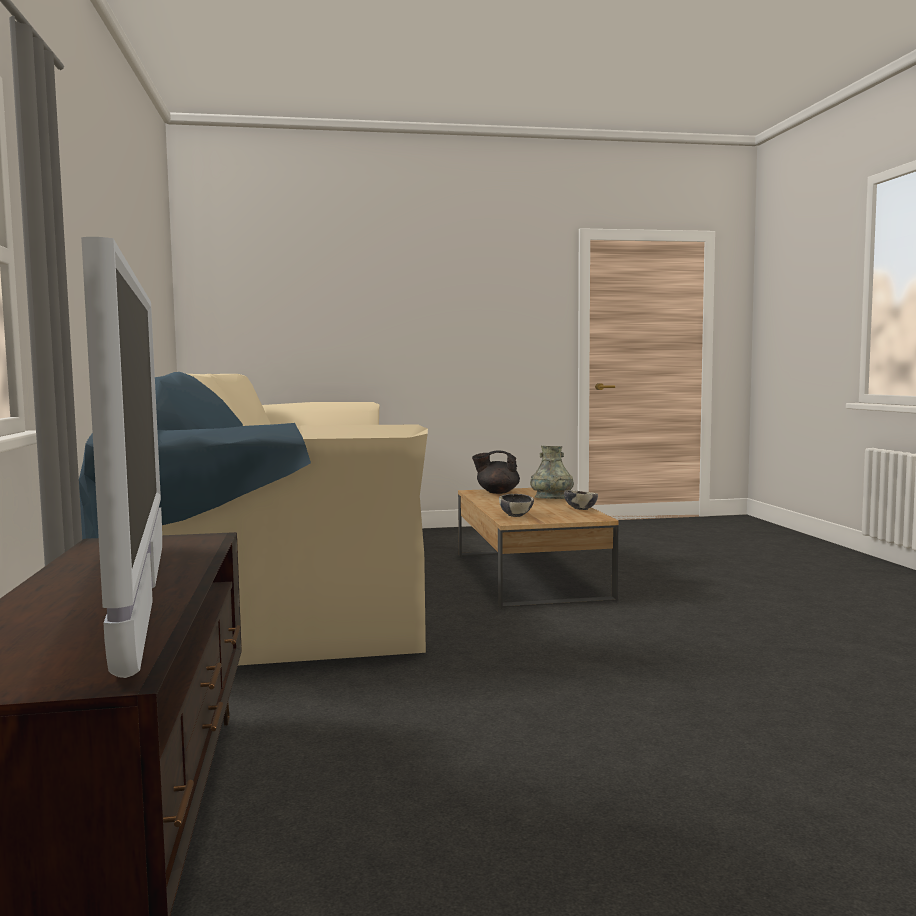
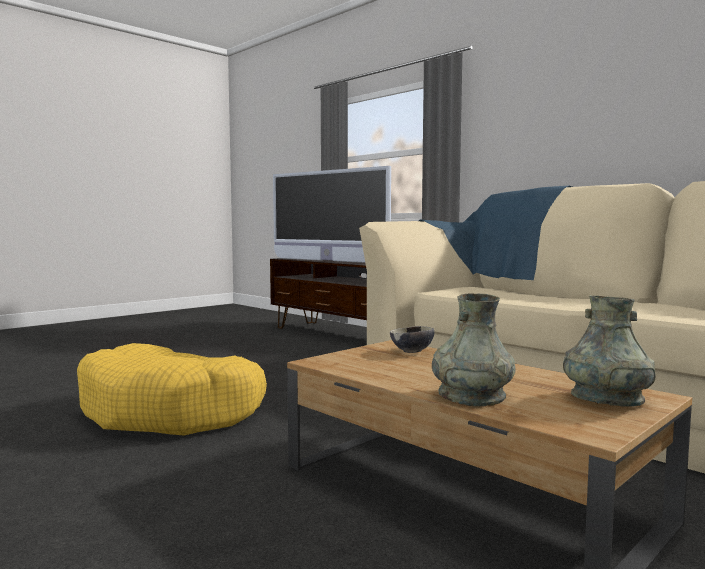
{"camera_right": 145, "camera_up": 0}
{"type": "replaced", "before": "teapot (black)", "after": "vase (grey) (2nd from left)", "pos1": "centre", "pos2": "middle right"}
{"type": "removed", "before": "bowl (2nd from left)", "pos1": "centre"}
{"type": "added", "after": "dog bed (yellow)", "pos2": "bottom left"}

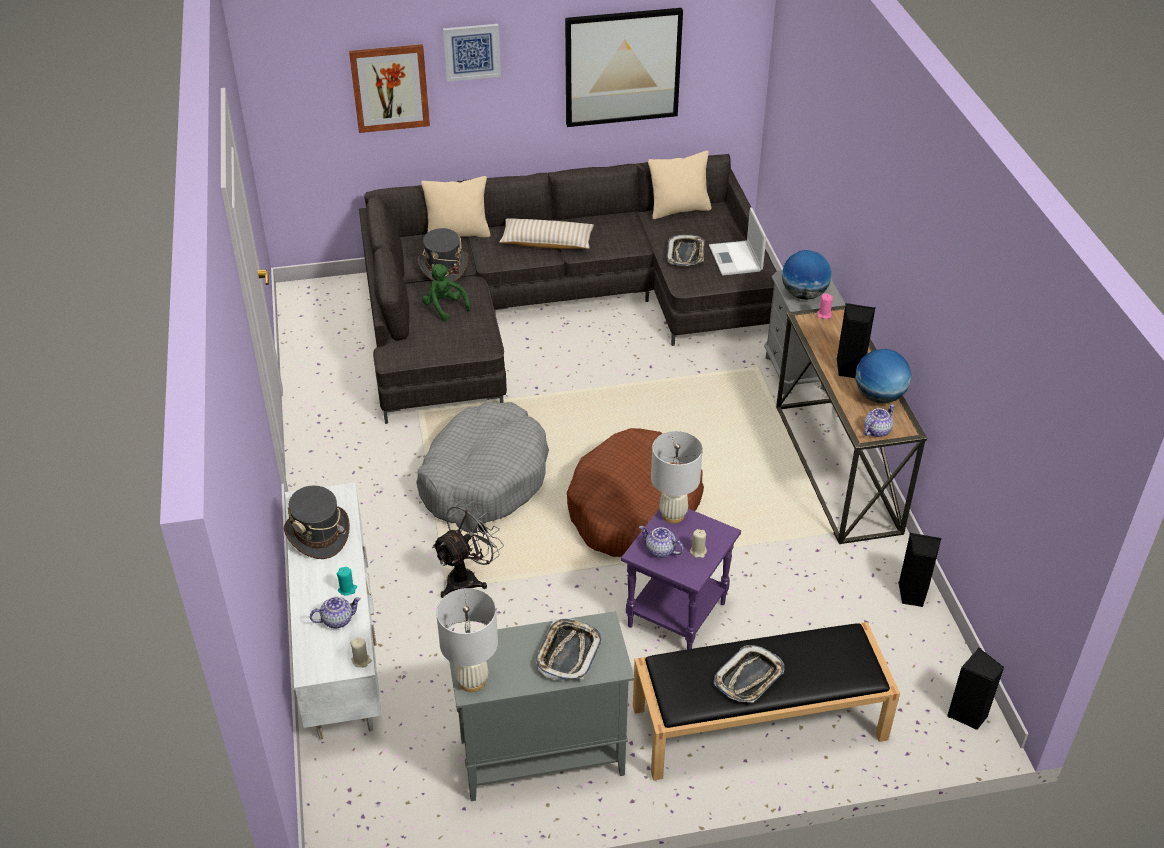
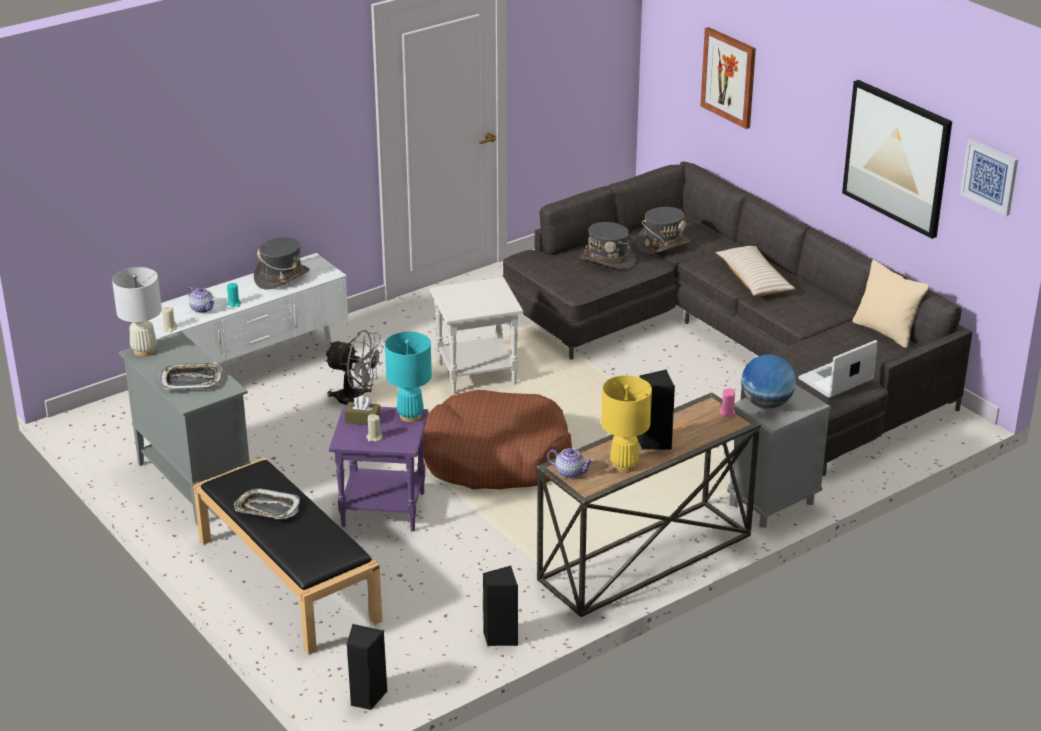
{"camera_right": 65, "camera_up": -10}
{"type": "moved", "before": "picture (2nd from left in the first image)", "after": "picture (3rd from left)", "pos1": "top centre", "pos2": "top right"}
{"type": "removed", "before": "pillow (beige) (1st from left)", "pos1": "top centre"}
{"type": "removed", "before": "tray (2nd from left)", "pos1": "top centre"}
{"type": "replaced", "before": "plush toy (green)", "after": "hat (grey) (2nd from left)", "pos1": "centre", "pos2": "centre"}
{"type": "replaced", "before": "globe (2nd from left)", "after": "table lamp (yellow)", "pos1": "middle right", "pos2": "centre"}
{"type": "replaced", "before": "dog bed (grey)", "after": "side table (white)", "pos1": "centre", "pos2": "centre"}
{"type": "recoloured", "before": "table lamp (white) (2nd from left)", "after": "table lamp (turquoise)", "pos1": "centre", "pos2": "centre"}
{"type": "replaced", "before": "teapot (2nd from left)", "after": "tissue box (brown)", "pos1": "centre", "pos2": "centre"}

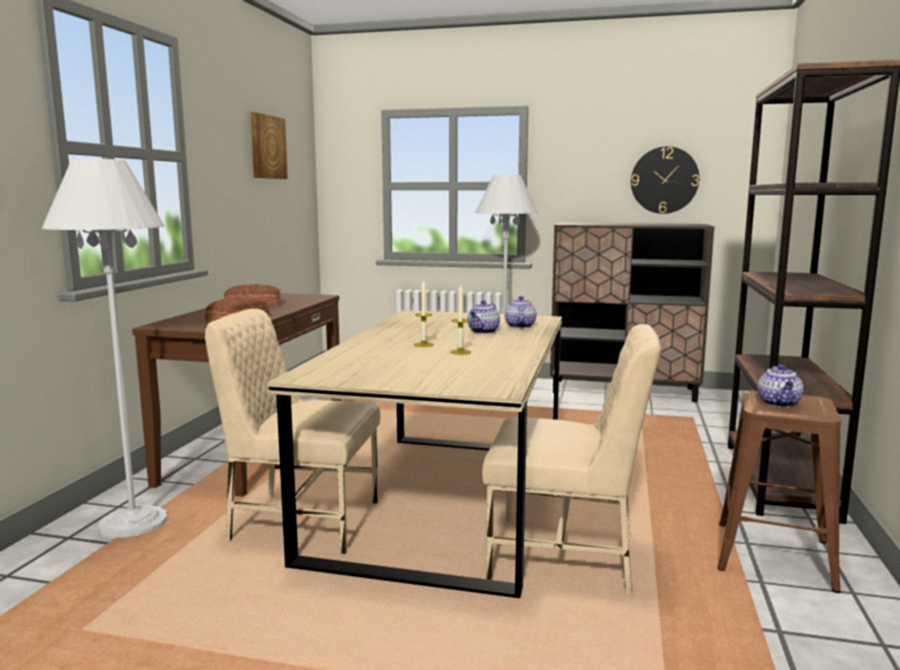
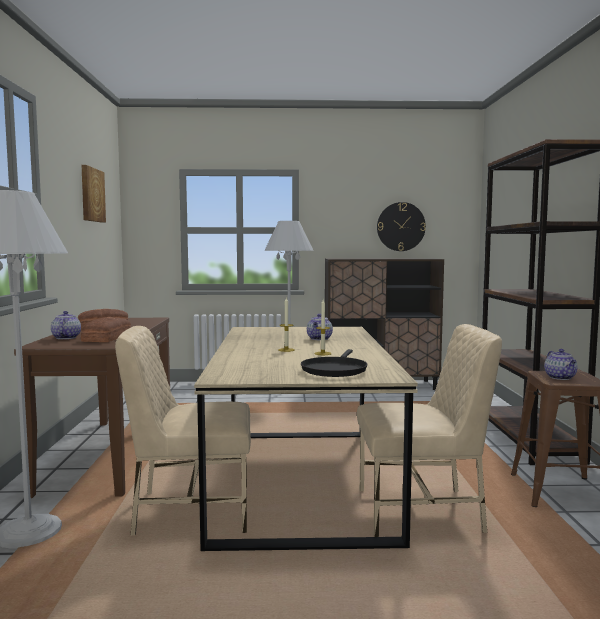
{"camera_right": -15, "camera_up": -5}
{"type": "moved", "before": "teapot (2nd from left in the first image)", "after": "teapot (1st from left)", "pos1": "centre", "pos2": "middle left"}
{"type": "added", "after": "frying pan (black)", "pos2": "centre"}

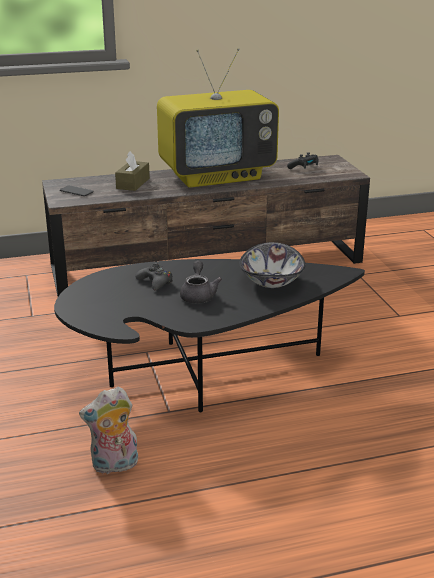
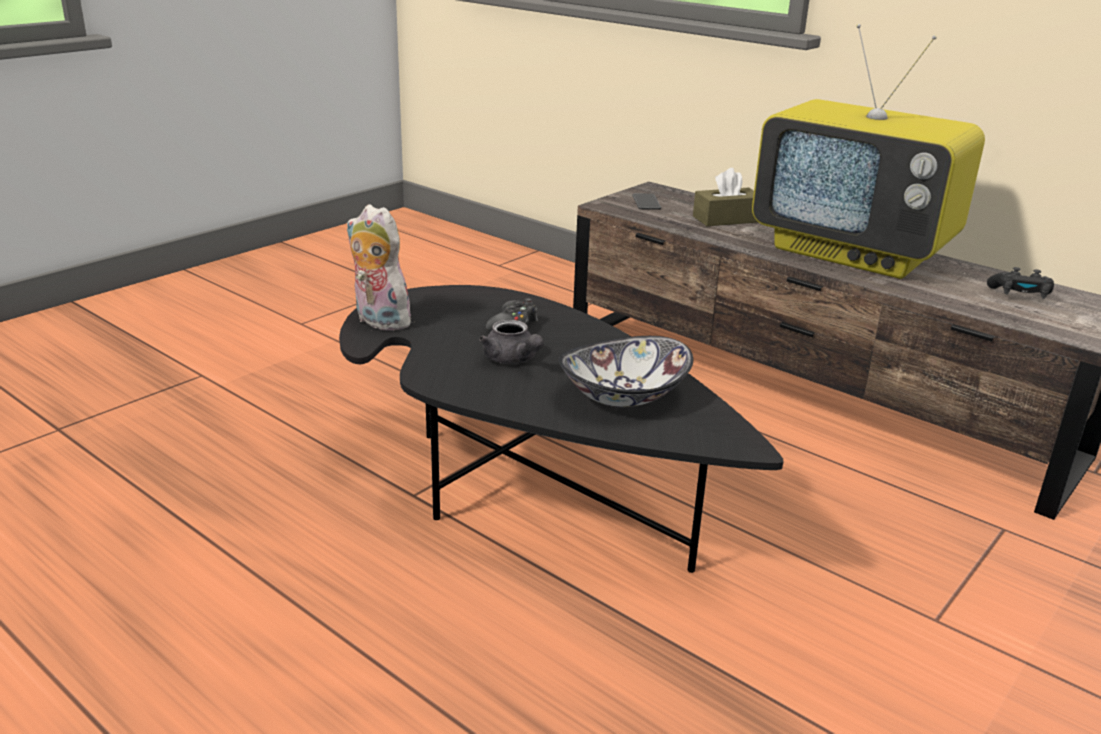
{"camera_right": 55, "camera_up": 0}
{"type": "turned", "before": "teapot (grey)", "pos1": "centre", "pos2": "centre", "turn": 90}
{"type": "moved", "before": "plush toy", "pos1": "bottom left", "pos2": "centre"}

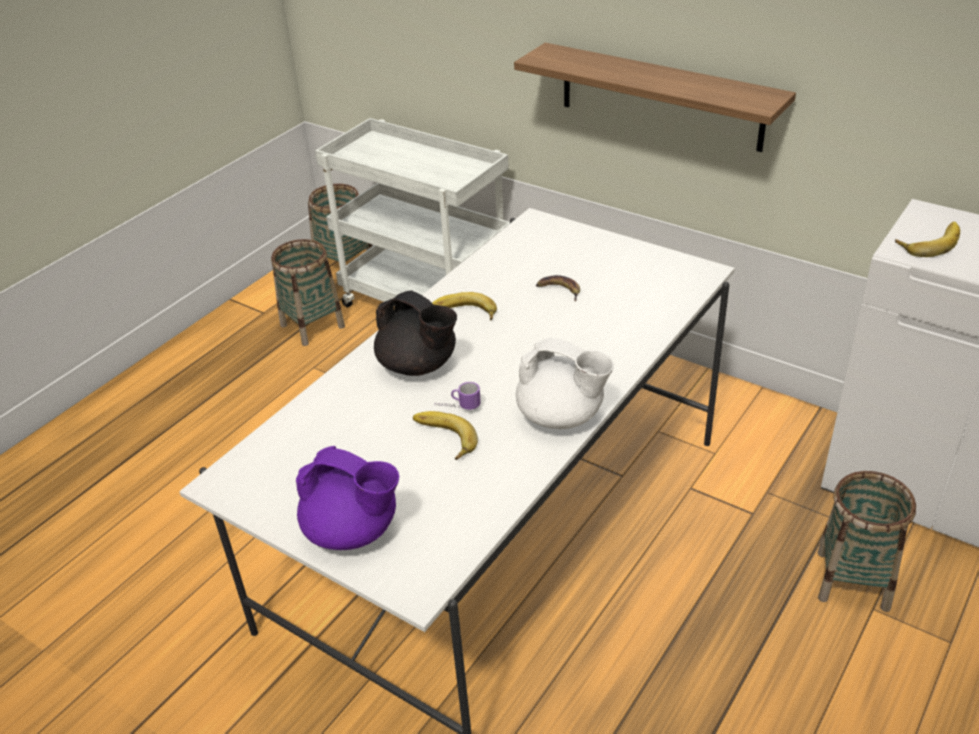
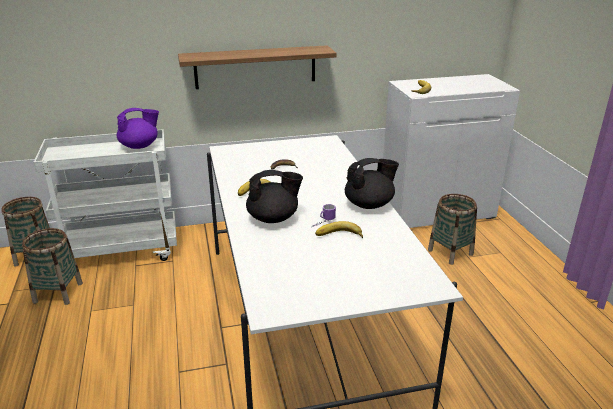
{"camera_right": -50, "camera_up": -10}
{"type": "recoloured", "before": "teapot (white)", "after": "teapot (black) (2nd from left)", "pos1": "centre", "pos2": "centre"}
{"type": "moved", "before": "teapot (purple)", "pos1": "bottom centre", "pos2": "top left"}

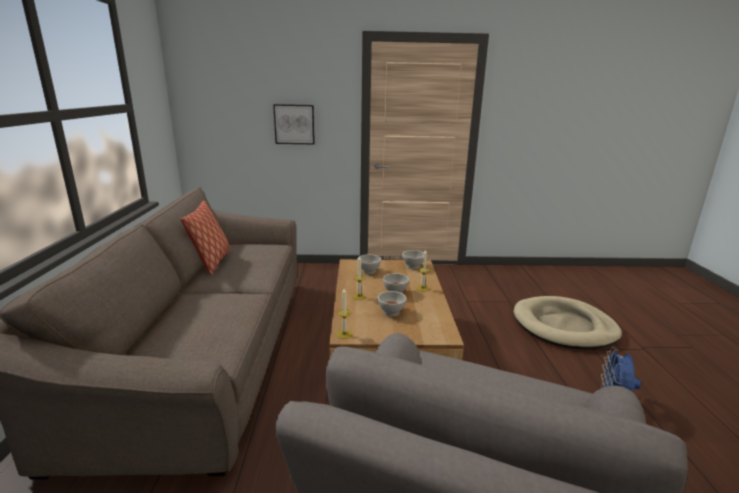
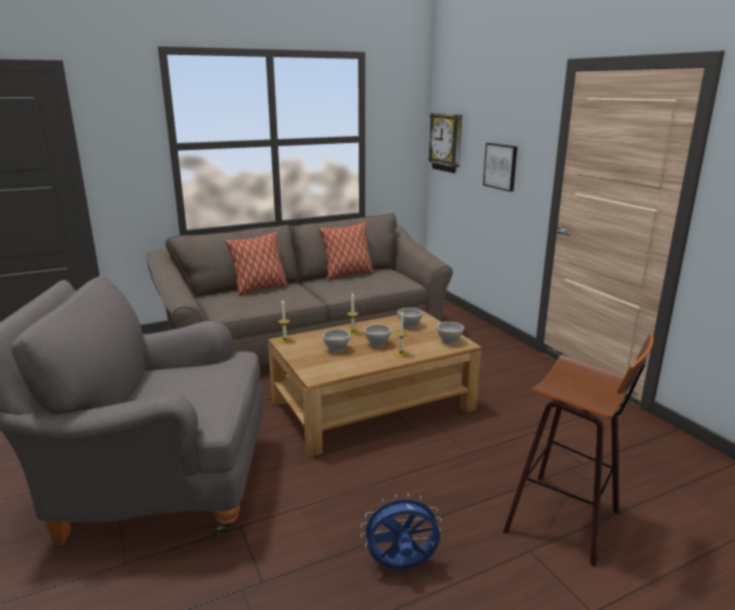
{"camera_right": 65, "camera_up": 0}
{"type": "replaced", "before": "dog bed (beige)", "after": "stool", "pos1": "middle right", "pos2": "bottom right"}
{"type": "added", "after": "wall clock", "pos2": "top centre"}
{"type": "added", "after": "pillow (1st from left)", "pos2": "centre"}

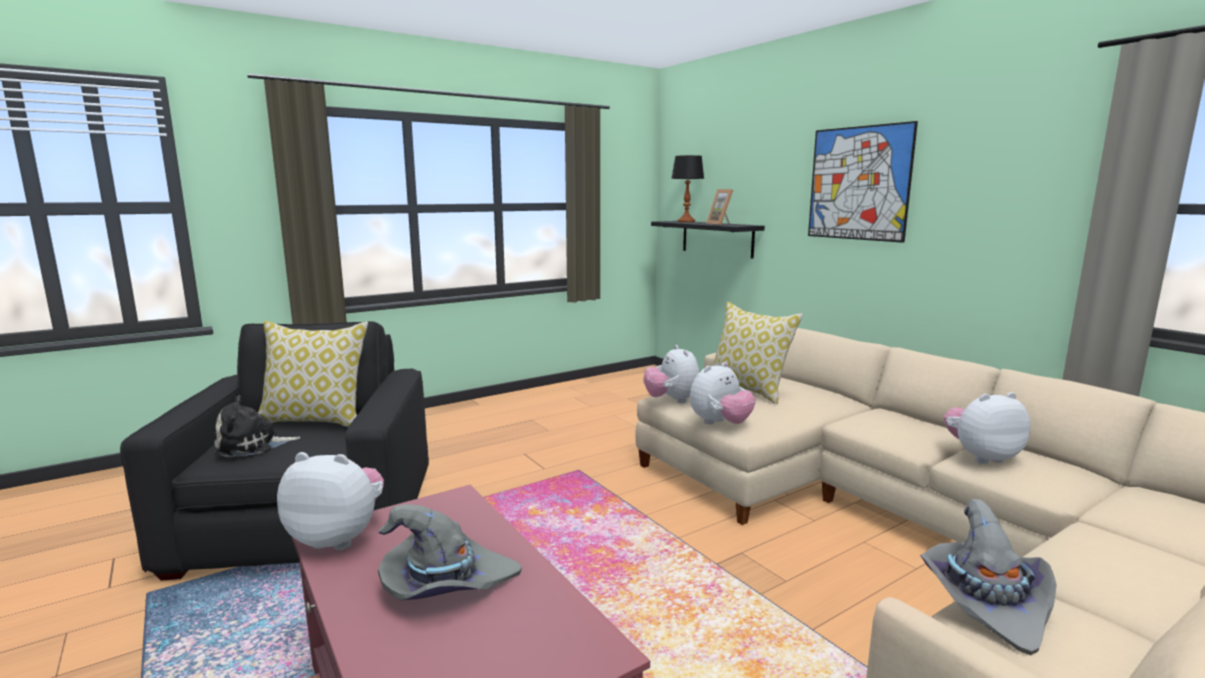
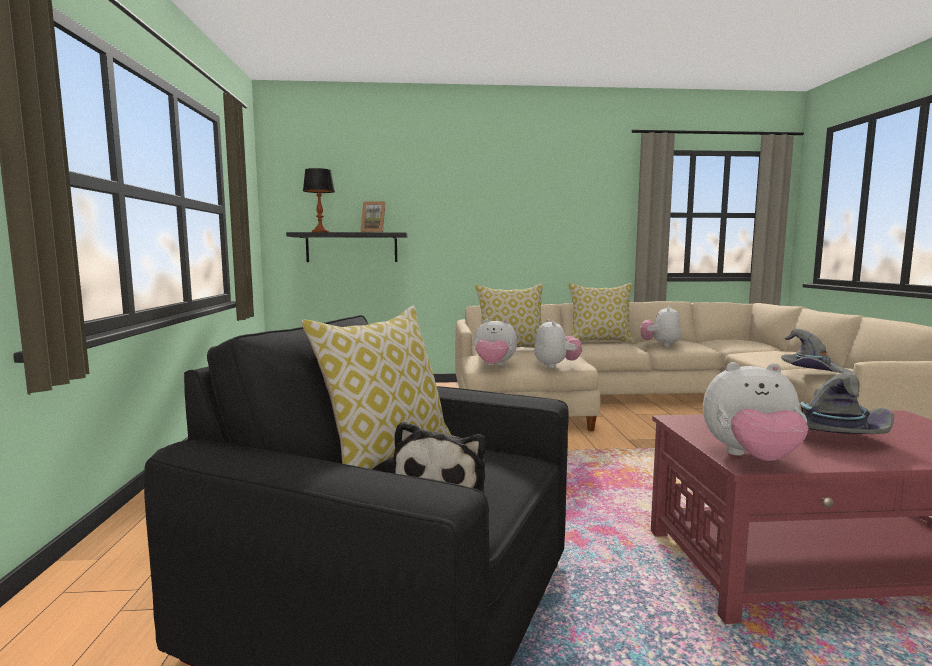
{"camera_right": -60, "camera_up": -5}
{"type": "removed", "before": "picture", "pos1": "top right"}
{"type": "turned", "before": "plush toy (2nd from left in the first image)", "pos1": "bottom left", "pos2": "middle right", "turn": -120}
{"type": "added", "after": "pillow (3rd from left)", "pos2": "centre"}

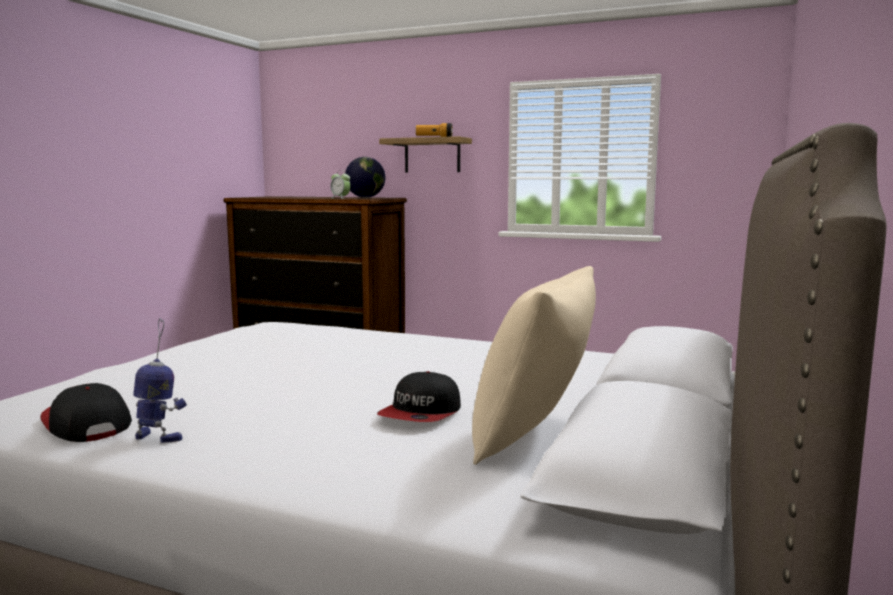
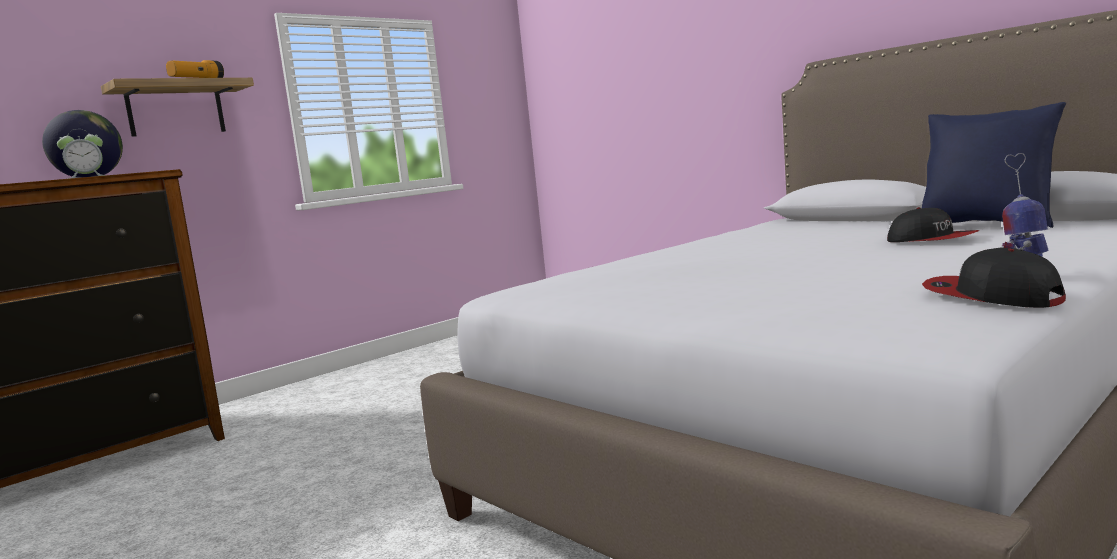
{"camera_right": -65, "camera_up": 0}
{"type": "recoloured", "before": "pillow (beige)", "after": "pillow (blue)", "pos1": "centre", "pos2": "top right"}
{"type": "turned", "before": "cap (1st from left in the first image)", "pos1": "bottom left", "pos2": "middle right", "turn": 75}

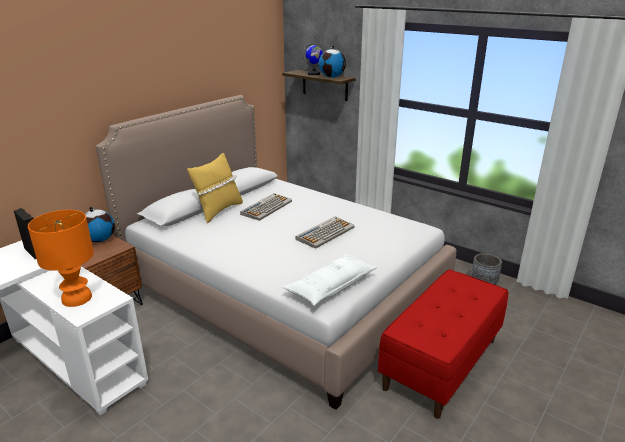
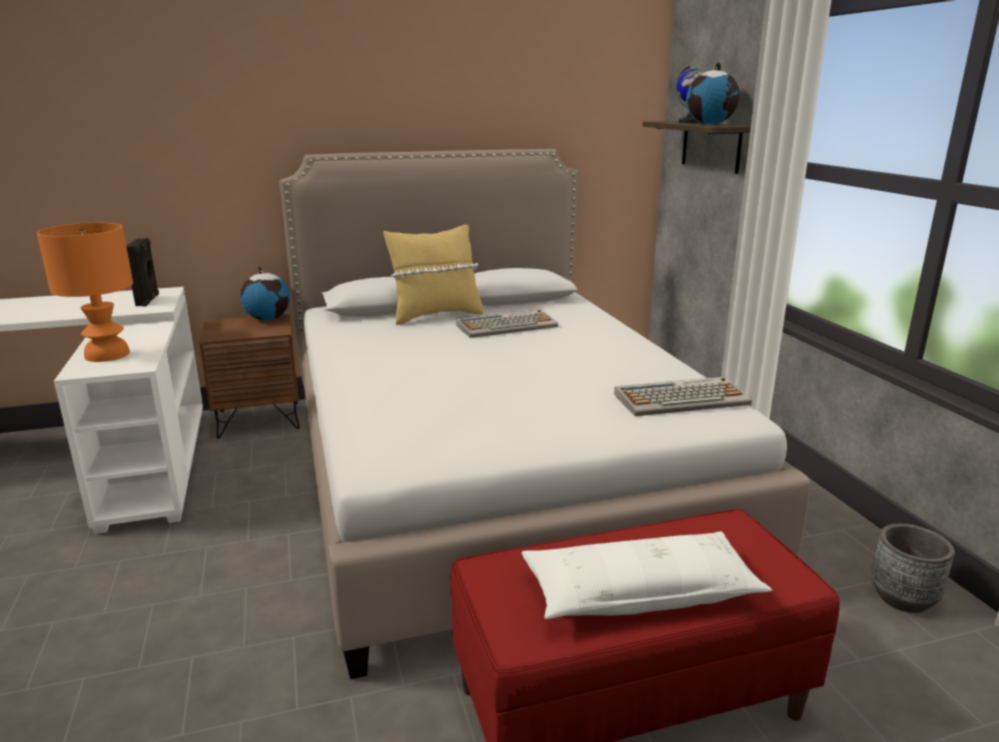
{"camera_right": 35, "camera_up": -5}
{"type": "moved", "before": "keyboard (2nd from left)", "pos1": "centre", "pos2": "middle right"}
{"type": "moved", "before": "pillow (white)", "pos1": "centre", "pos2": "bottom centre"}

